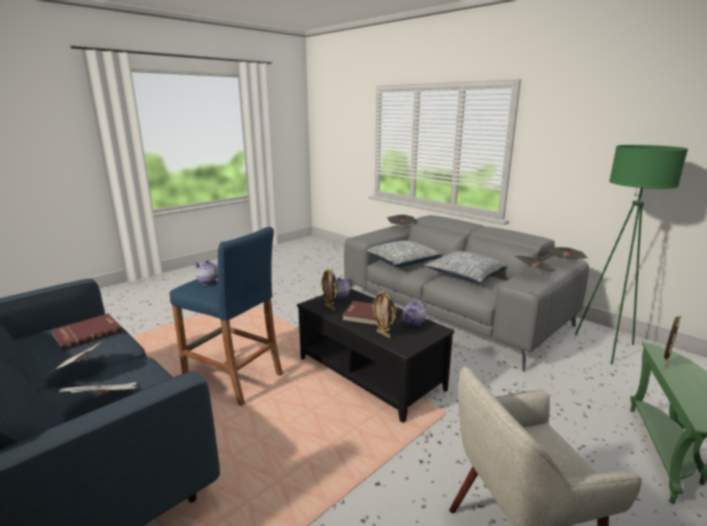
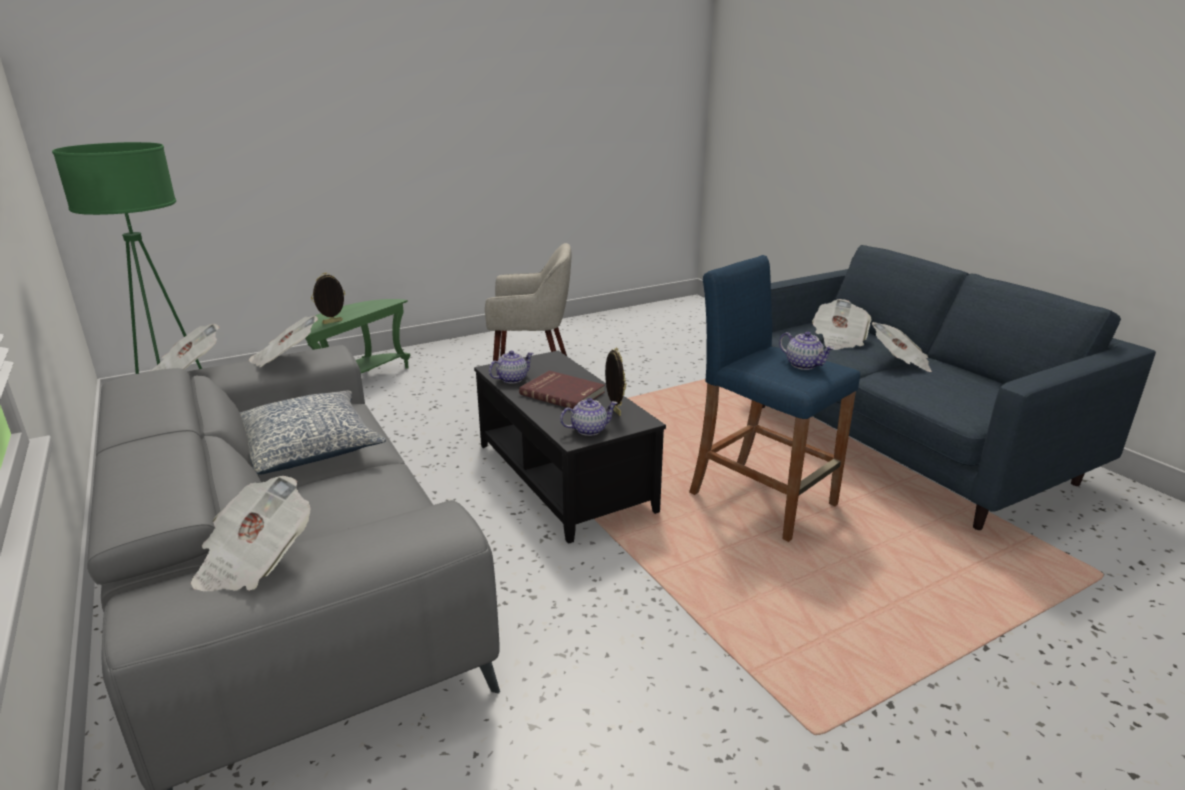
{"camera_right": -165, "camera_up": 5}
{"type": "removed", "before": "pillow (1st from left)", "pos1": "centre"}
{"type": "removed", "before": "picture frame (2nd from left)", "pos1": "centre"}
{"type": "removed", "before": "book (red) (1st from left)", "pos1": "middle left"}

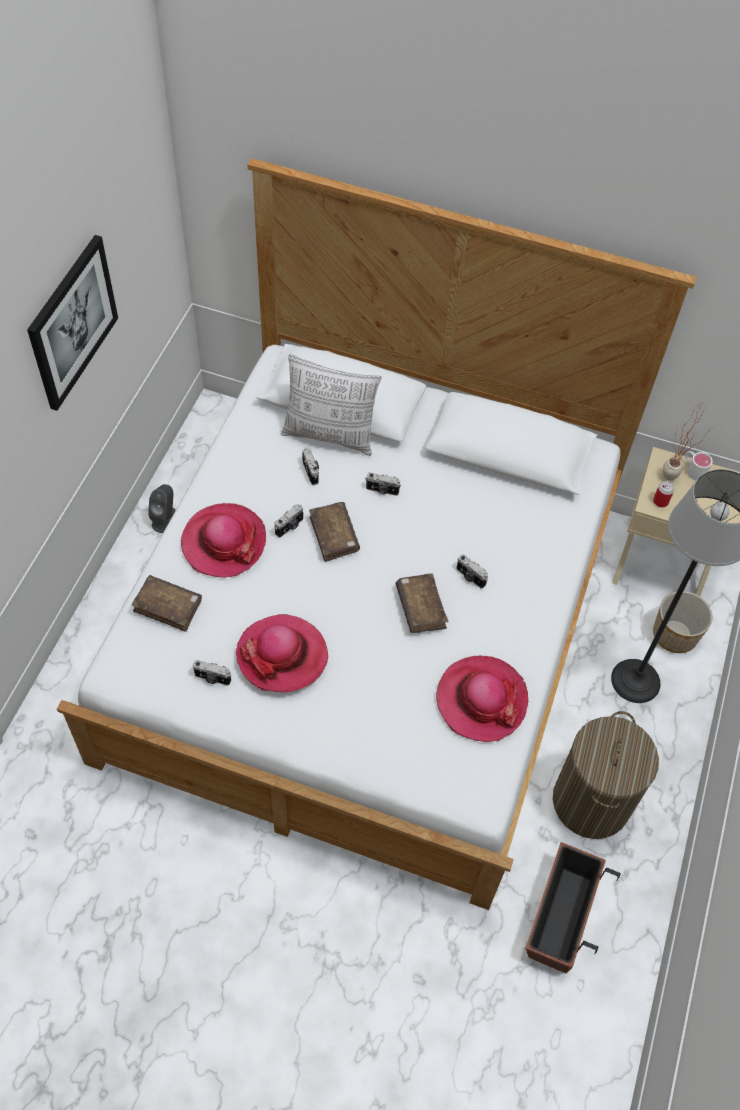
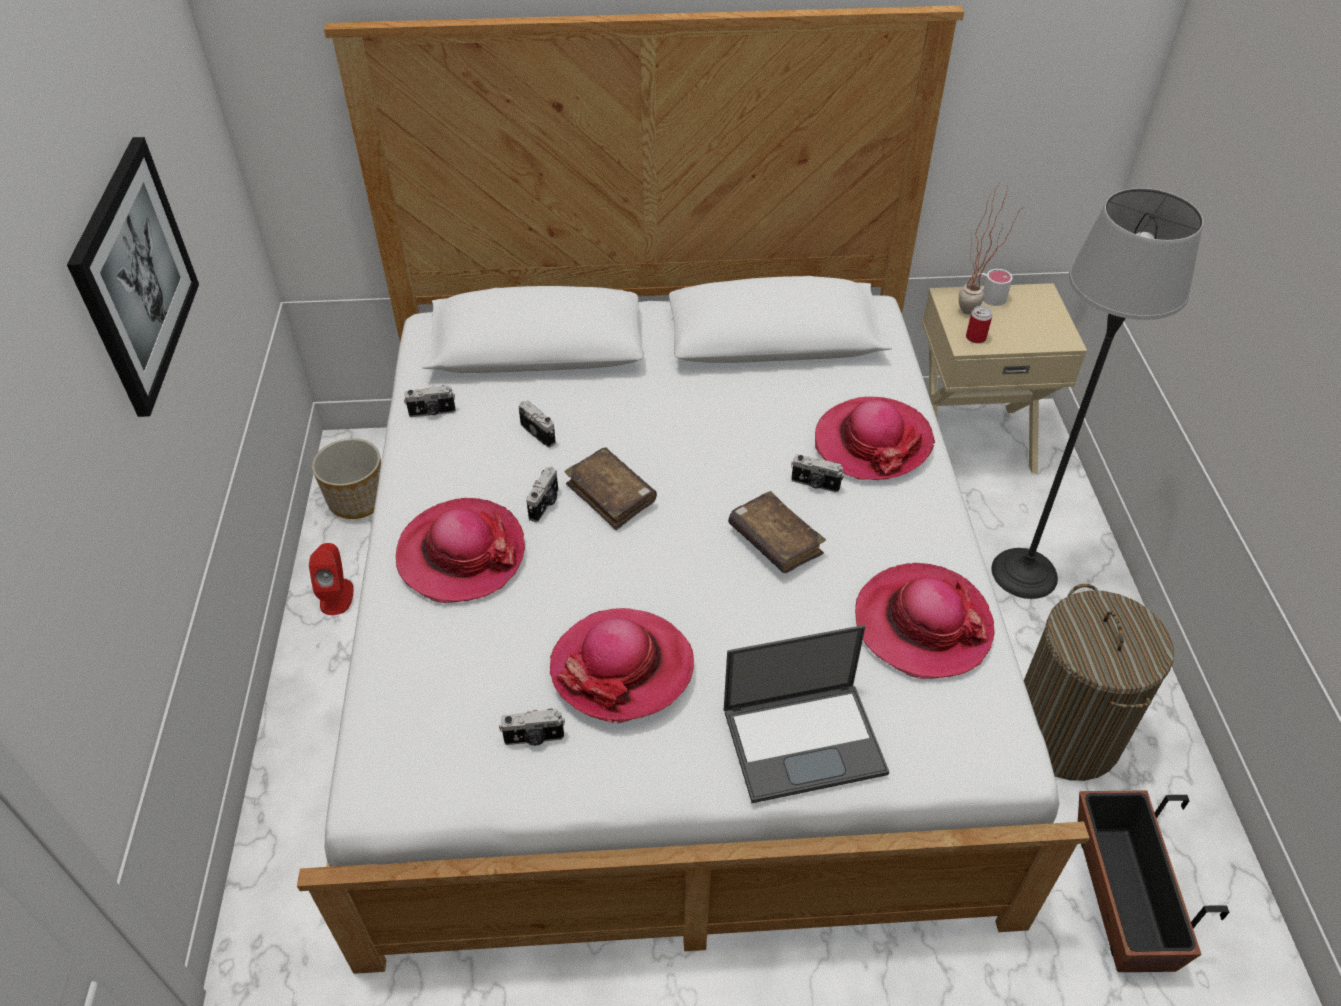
{"camera_right": -20, "camera_up": -10}
{"type": "removed", "before": "pillow", "pos1": "centre"}
{"type": "moved", "before": "photo camera (4th from left in the first image)", "after": "photo camera (1st from left)", "pos1": "centre", "pos2": "middle left"}
{"type": "recoloured", "before": "speaker (grey)", "after": "speaker (red)", "pos1": "middle left", "pos2": "middle left"}
{"type": "removed", "before": "book (brown) (1st from left)", "pos1": "middle left"}
{"type": "moved", "before": "planter (2nd from left in the first image)", "after": "planter (1st from left)", "pos1": "middle right", "pos2": "middle left"}
{"type": "added", "after": "hat (3rd from left)", "pos2": "centre"}
{"type": "added", "after": "laptop", "pos2": "bottom centre"}

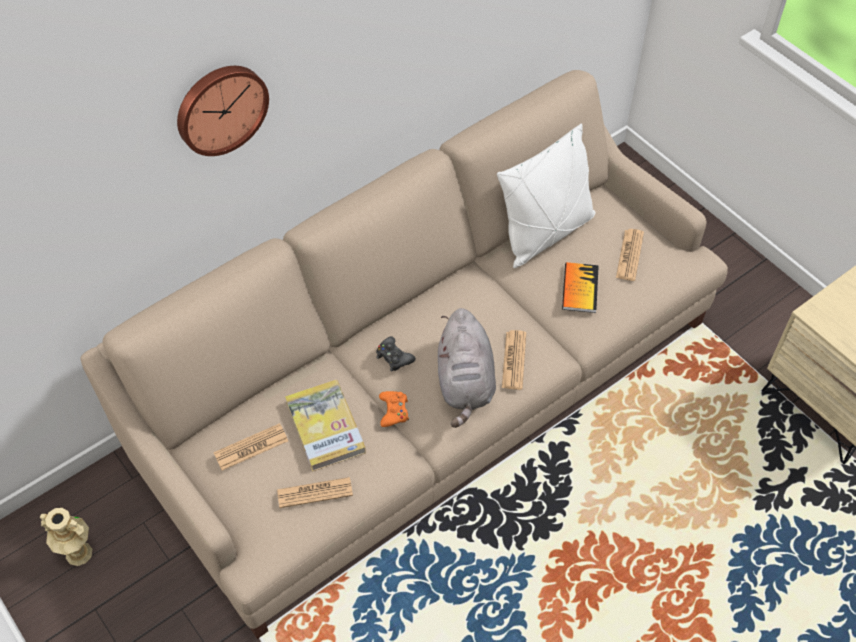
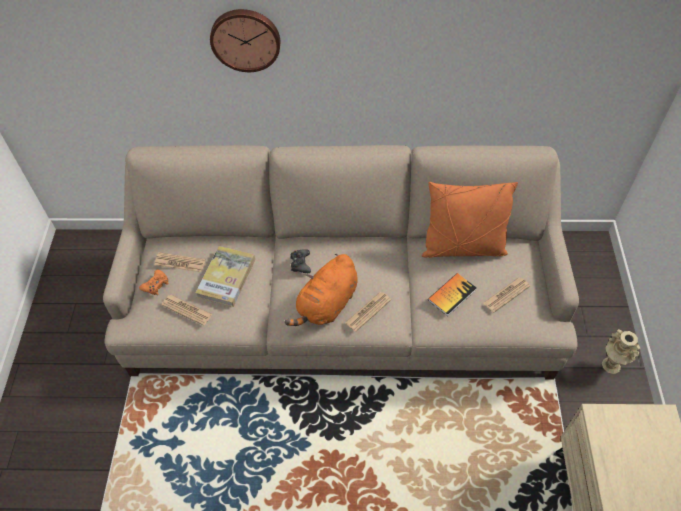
{"camera_right": 40, "camera_up": 0}
{"type": "recoloured", "before": "pillow (white)", "after": "pillow (orange)", "pos1": "top centre", "pos2": "middle right"}
{"type": "recoloured", "before": "plush toy (grey)", "after": "plush toy (orange)", "pos1": "centre", "pos2": "centre"}
{"type": "moved", "before": "game controller (orange)", "pos1": "centre", "pos2": "middle left"}
{"type": "moved", "before": "vase (beige)", "pos1": "bottom left", "pos2": "bottom right"}

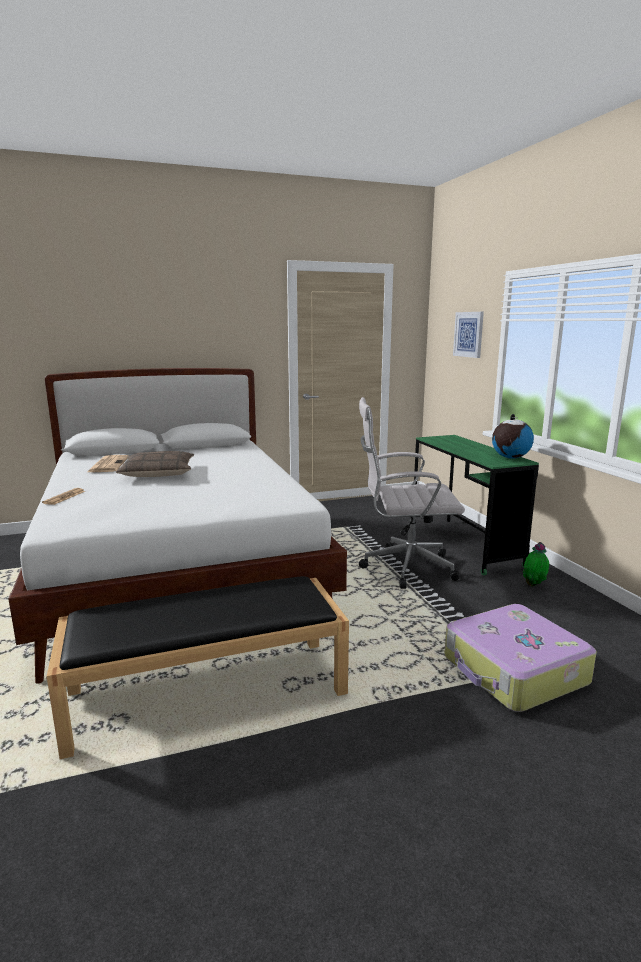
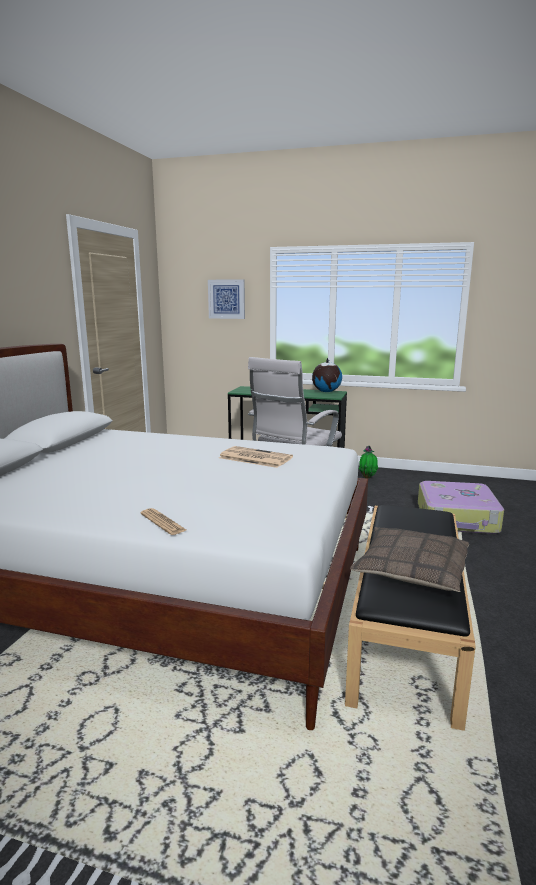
{"camera_right": -55, "camera_up": 0}
{"type": "moved", "before": "pillow", "pos1": "middle left", "pos2": "middle right"}
{"type": "moved", "before": "newspaper (2nd from left)", "pos1": "middle left", "pos2": "centre"}

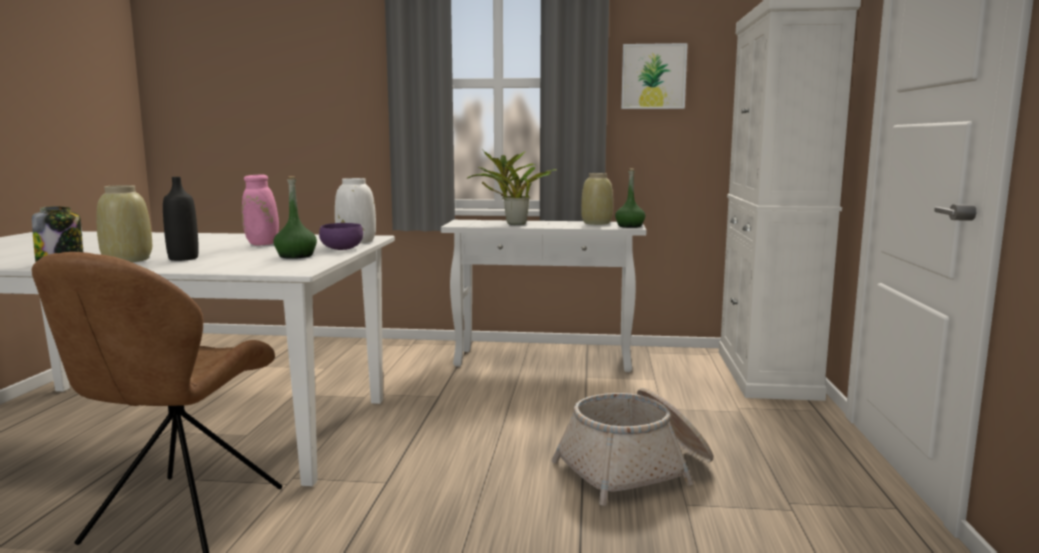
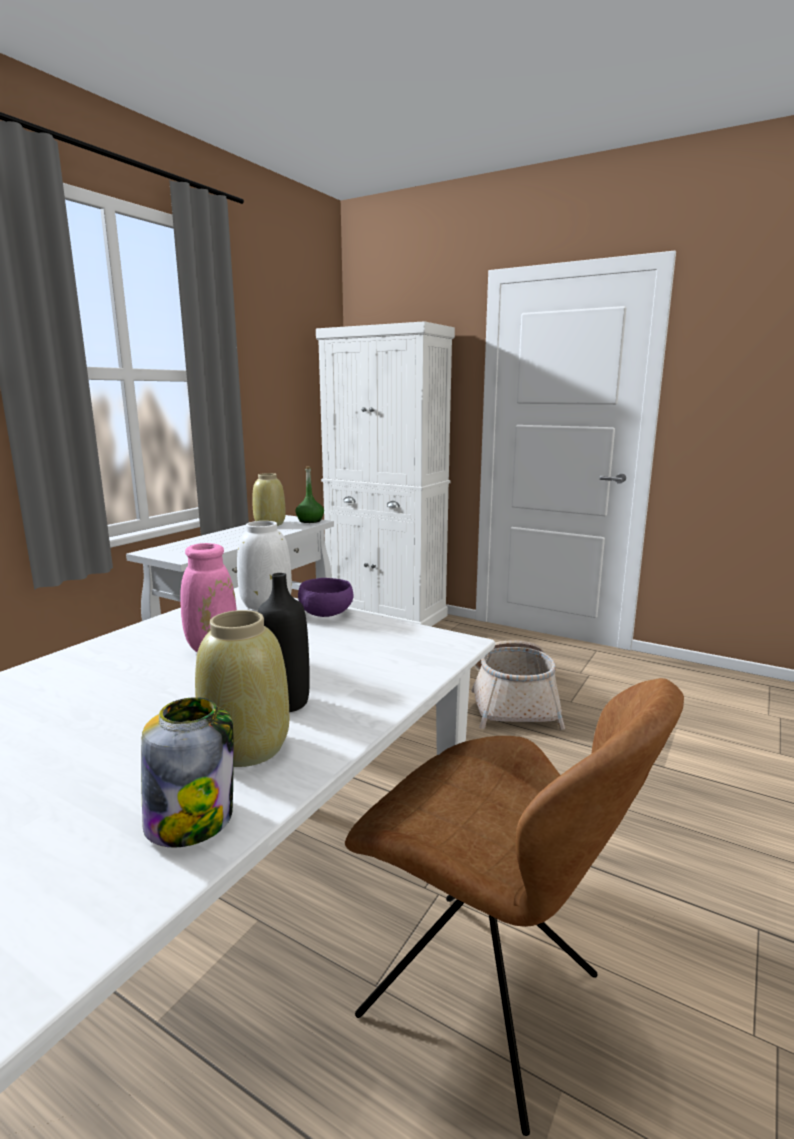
{"camera_right": -65, "camera_up": 5}
{"type": "removed", "before": "picture", "pos1": "top centre"}
{"type": "removed", "before": "potted plant", "pos1": "centre"}
{"type": "removed", "before": "bottle (green) (1st from left)", "pos1": "middle left"}

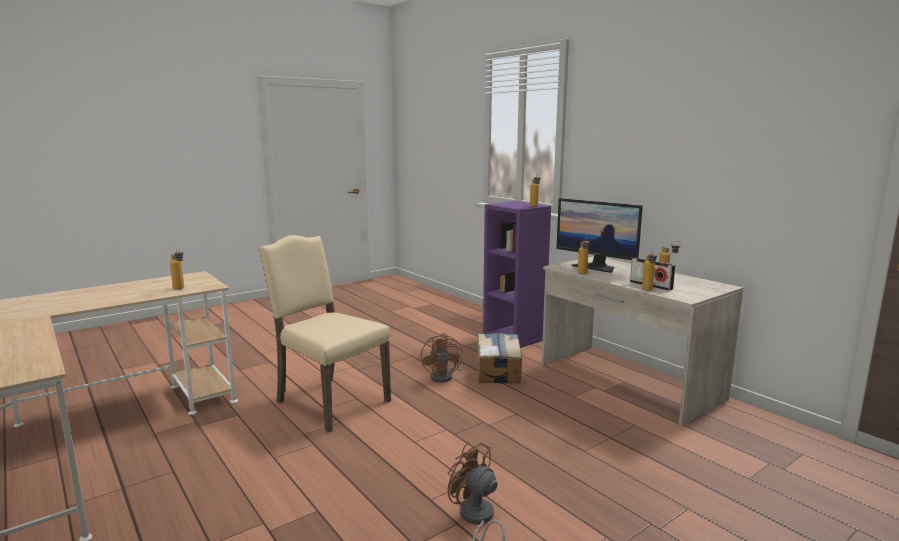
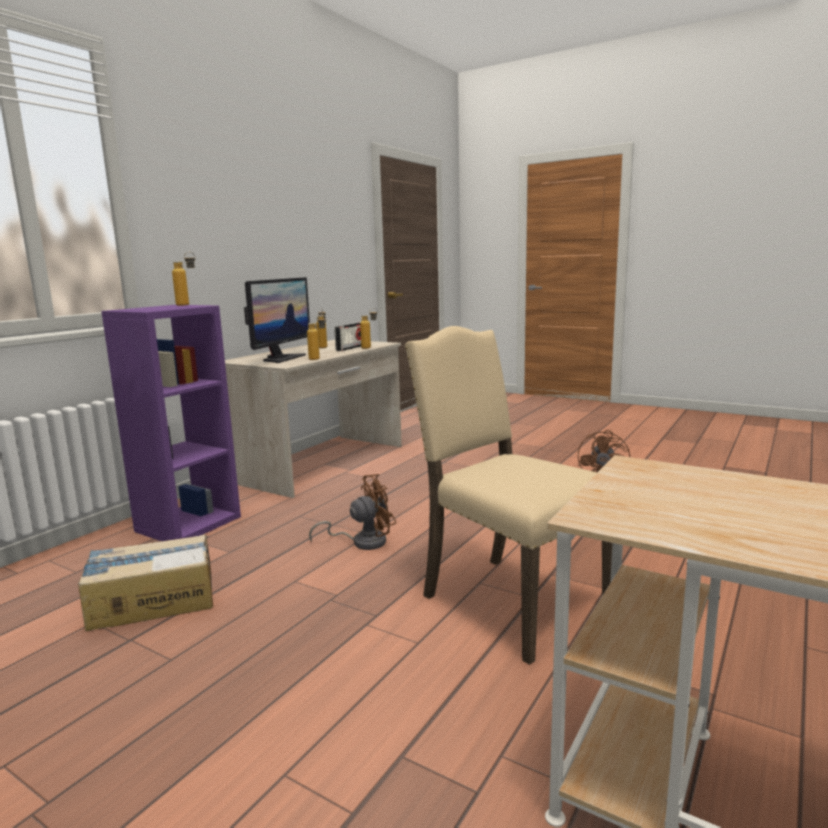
{"camera_right": -110, "camera_up": 0}
{"type": "turned", "before": "chair (beige)", "pos1": "centre", "pos2": "centre", "turn": 120}
{"type": "removed", "before": "bottle (1st from left)", "pos1": "middle left"}
{"type": "moved", "before": "cardboard box", "pos1": "centre", "pos2": "bottom left"}

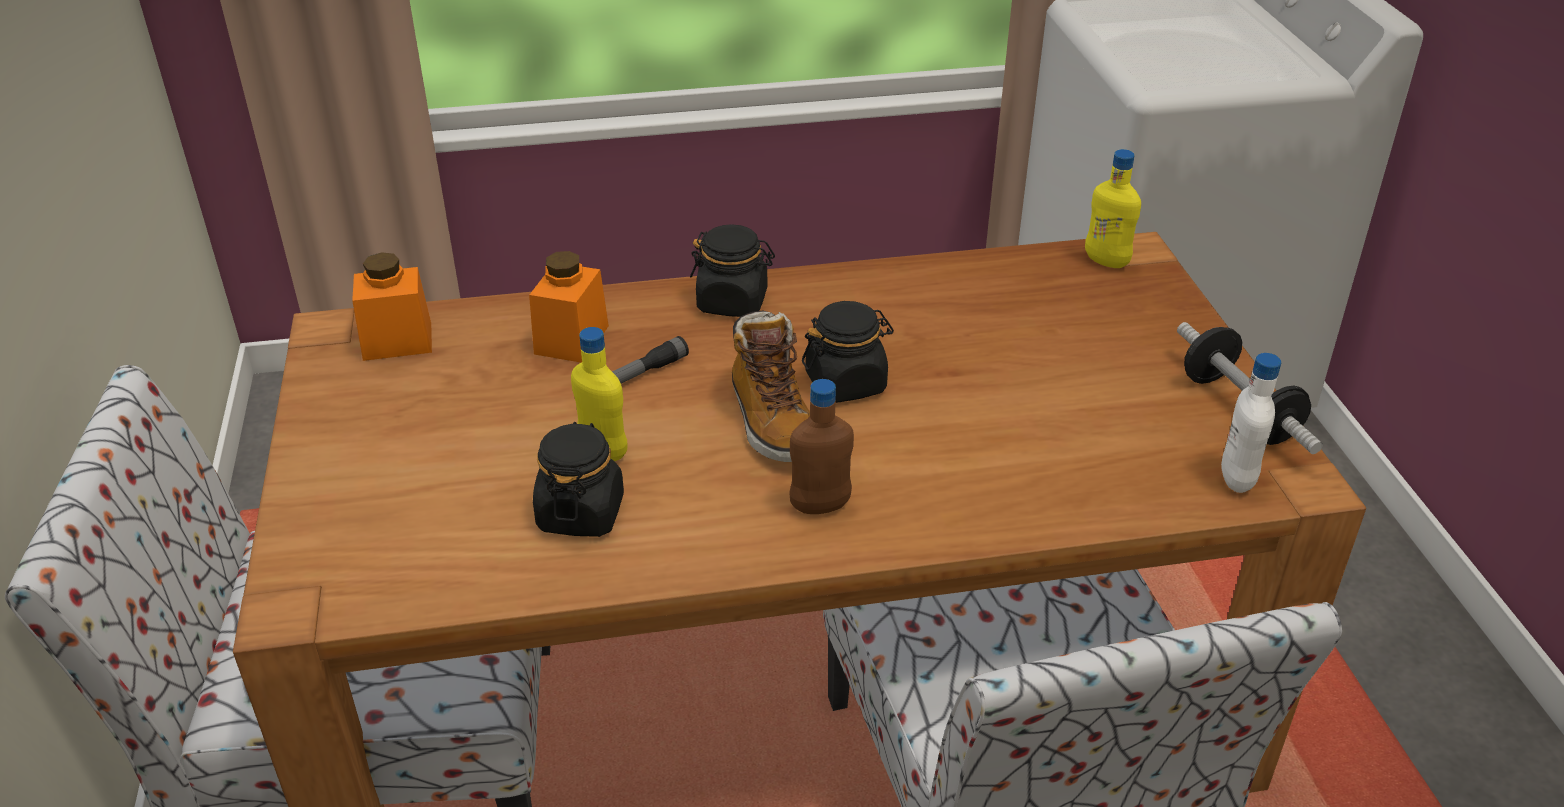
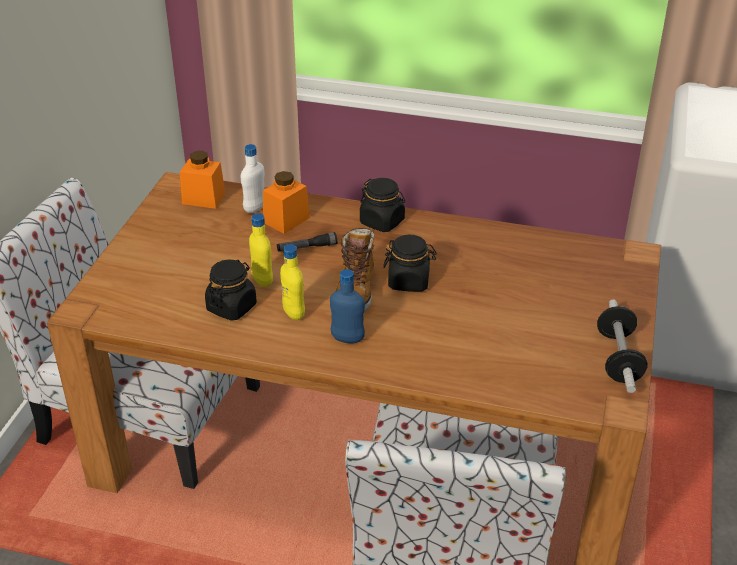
{"camera_right": 25, "camera_up": 0}
{"type": "moved", "before": "bottle (yellow) (2nd from left)", "pos1": "top right", "pos2": "centre"}
{"type": "moved", "before": "bottle (white)", "pos1": "middle right", "pos2": "top centre"}
{"type": "recoloured", "before": "bottle (brown)", "after": "bottle (blue)", "pos1": "centre", "pos2": "centre"}

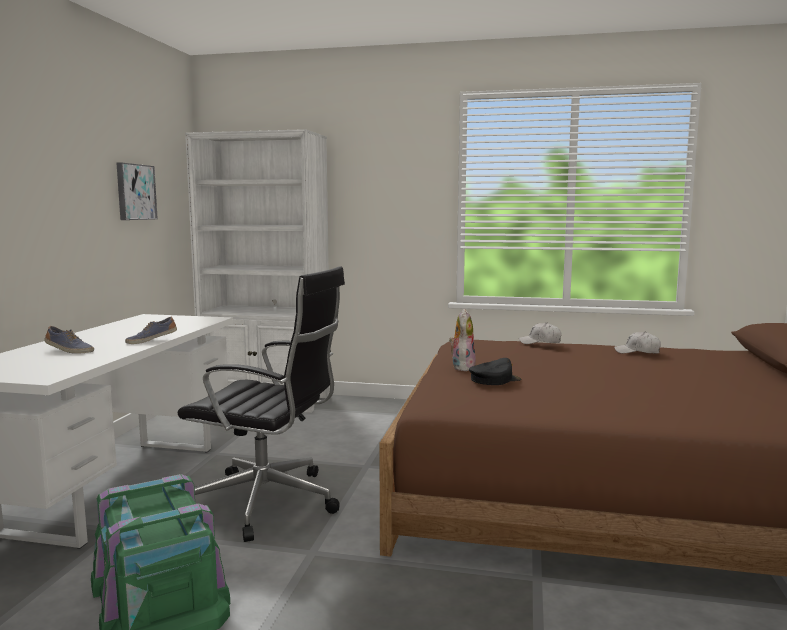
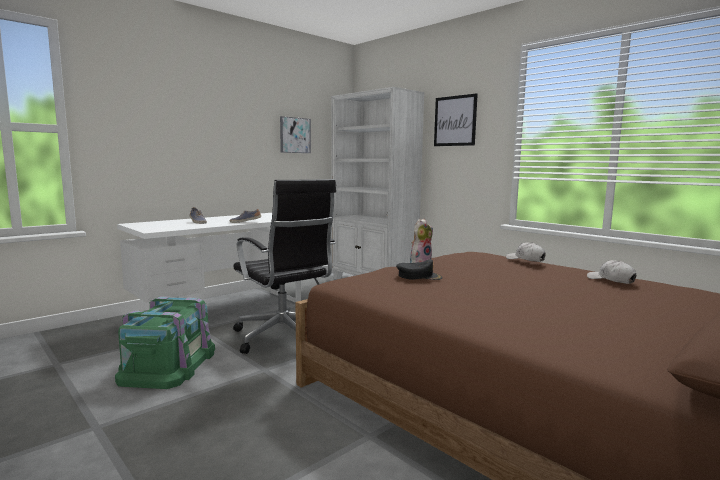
{"camera_right": 35, "camera_up": 0}
{"type": "added", "after": "picture (2nd from left)", "pos2": "top centre"}

